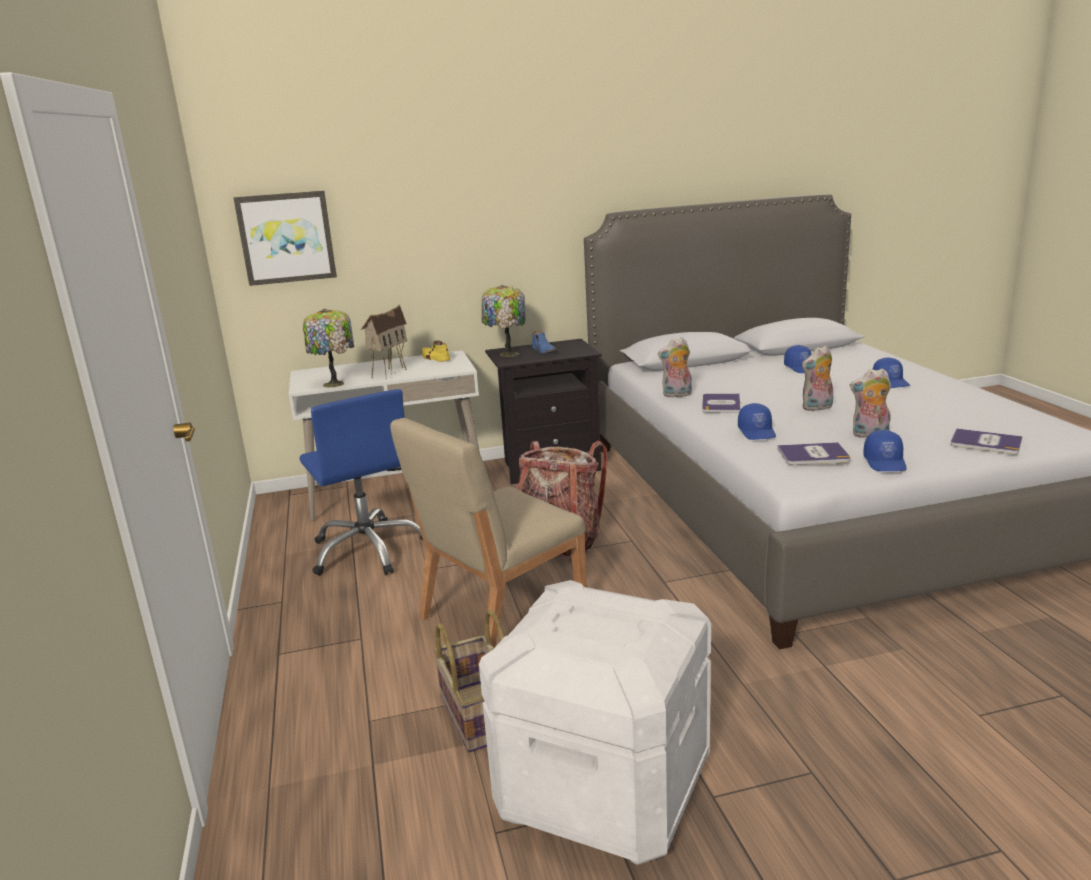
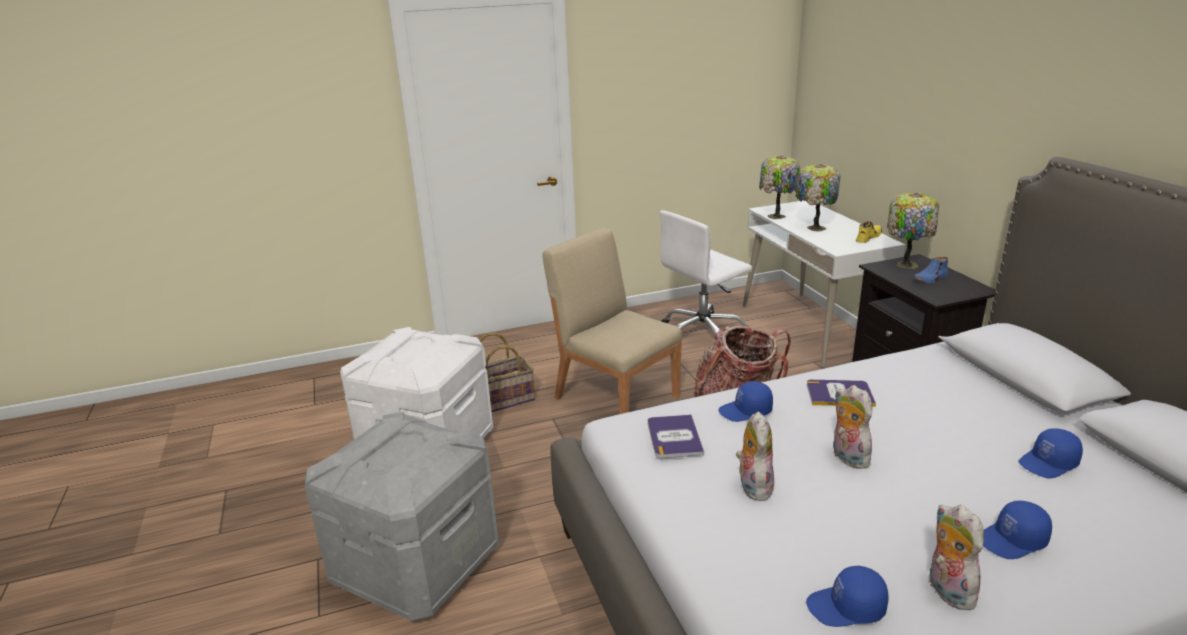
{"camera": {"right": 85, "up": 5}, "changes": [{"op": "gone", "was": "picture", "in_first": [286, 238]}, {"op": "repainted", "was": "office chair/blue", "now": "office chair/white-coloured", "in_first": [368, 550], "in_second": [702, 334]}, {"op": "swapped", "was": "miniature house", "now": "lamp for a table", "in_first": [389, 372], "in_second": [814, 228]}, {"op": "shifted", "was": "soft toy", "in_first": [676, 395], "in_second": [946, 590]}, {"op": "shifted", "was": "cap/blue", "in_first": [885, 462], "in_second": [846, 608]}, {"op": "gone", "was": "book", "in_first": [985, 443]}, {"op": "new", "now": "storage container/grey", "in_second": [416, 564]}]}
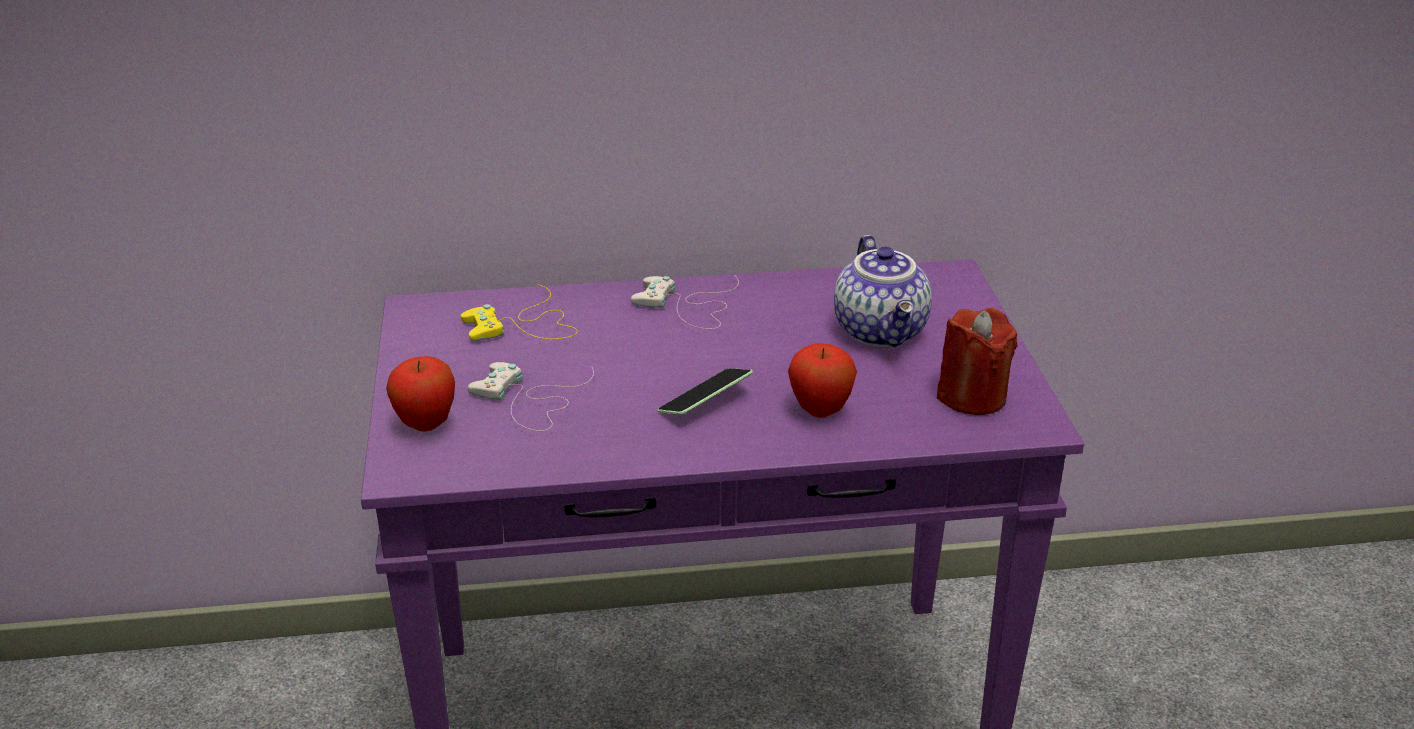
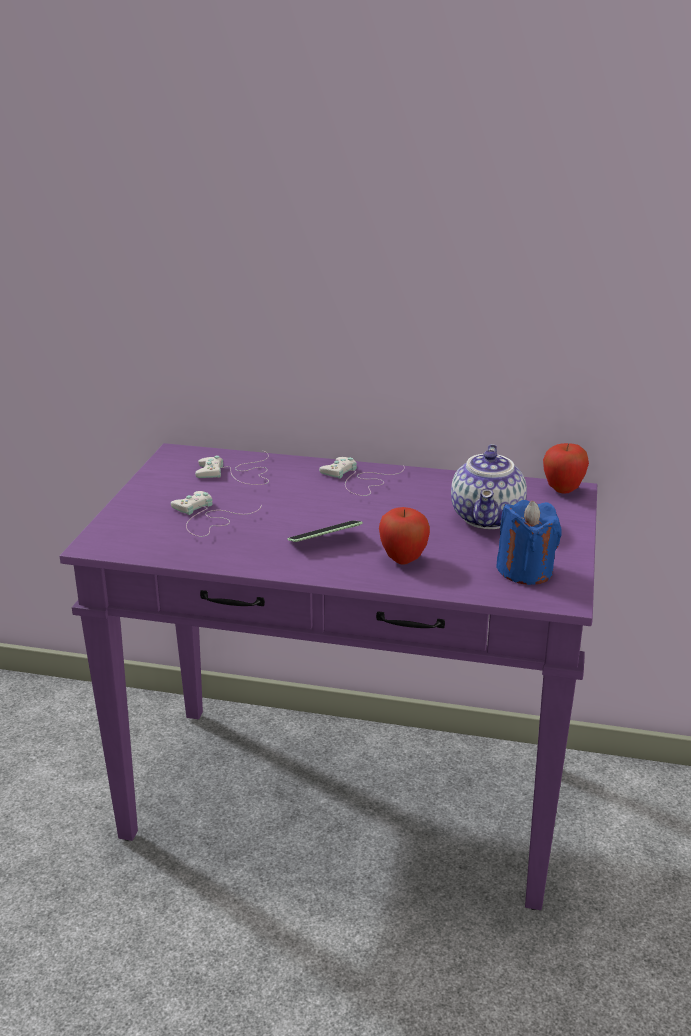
{"camera": {"right": 20, "up": -5}, "changes": [{"op": "shifted", "was": "whole apple", "in_first": [426, 424], "in_second": [563, 490]}, {"op": "repainted", "was": "joypad/yellow", "now": "joypad/white-coloured", "in_first": [524, 325], "in_second": [238, 474]}, {"op": "repainted", "was": "wax candle/red", "now": "wax candle/blue", "in_first": [971, 396], "in_second": [525, 571]}]}
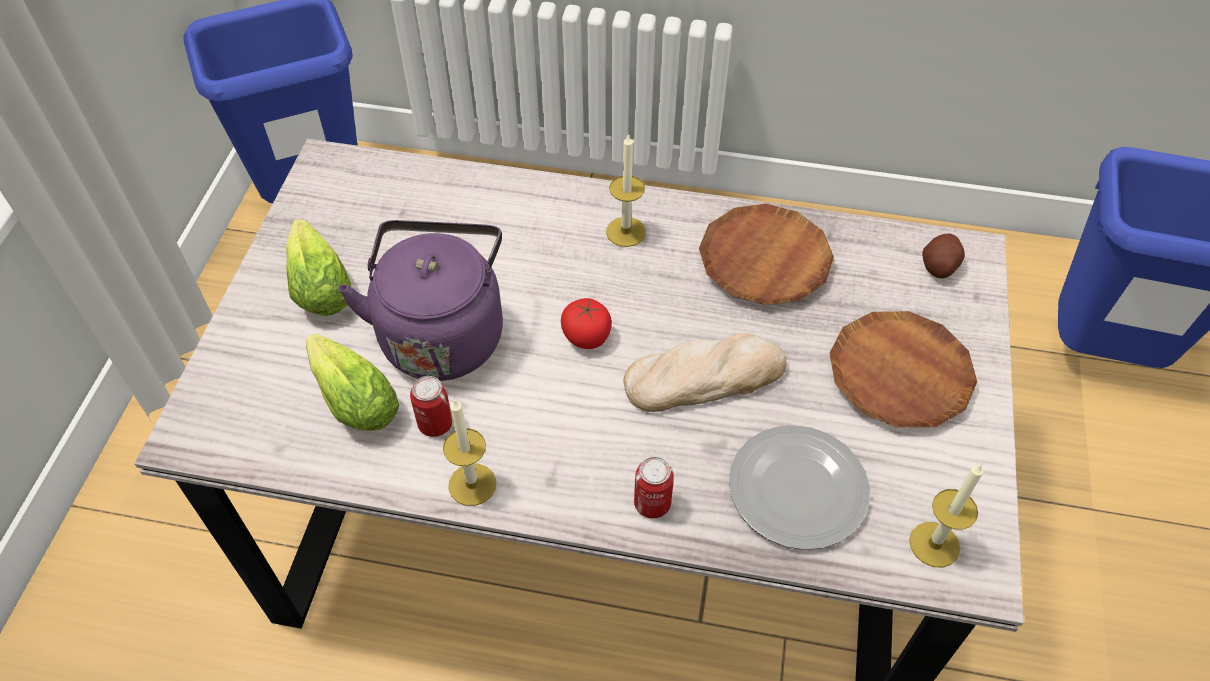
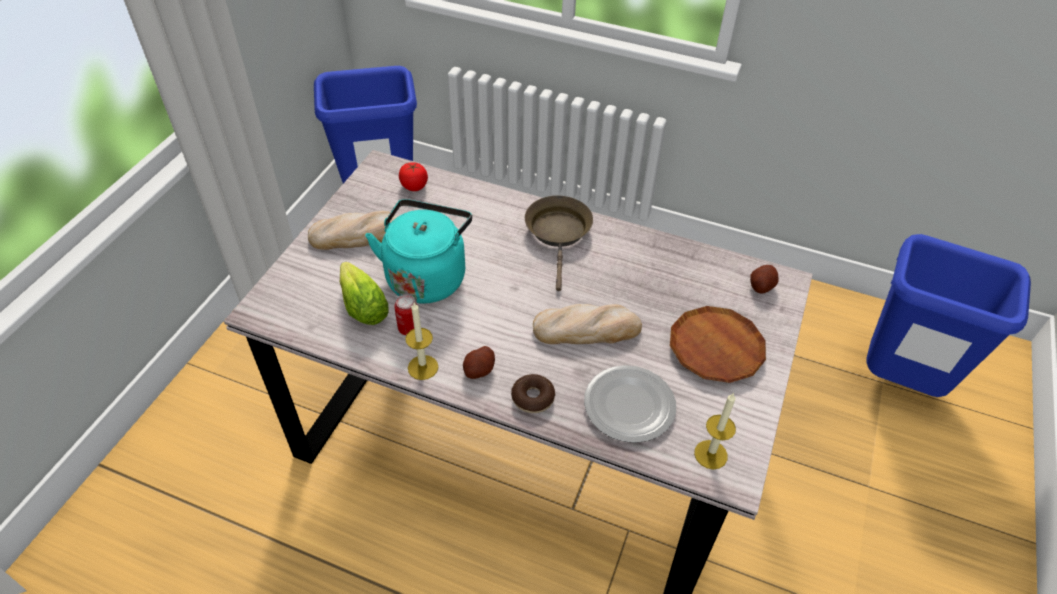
{"camera": {"right": 10, "up": -5}, "changes": [{"op": "swapped", "was": "lettuce head", "now": "bakery bread", "in_first": [319, 282], "in_second": [359, 235]}, {"op": "repainted", "was": "water kettle/purple-coloured", "now": "water kettle/turquoise-coloured", "in_first": [442, 332], "in_second": [427, 276]}, {"op": "shifted", "was": "tomato", "in_first": [586, 336], "in_second": [414, 186]}, {"op": "swapped", "was": "wax candle", "now": "pan/brown", "in_first": [626, 232], "in_second": [559, 234]}, {"op": "swapped", "was": "sealed can", "now": "donut", "in_first": [652, 503], "in_second": [533, 398]}, {"op": "gone", "was": "dinner plate/brown", "in_first": [764, 261]}, {"op": "new", "now": "spud", "in_second": [479, 370]}]}
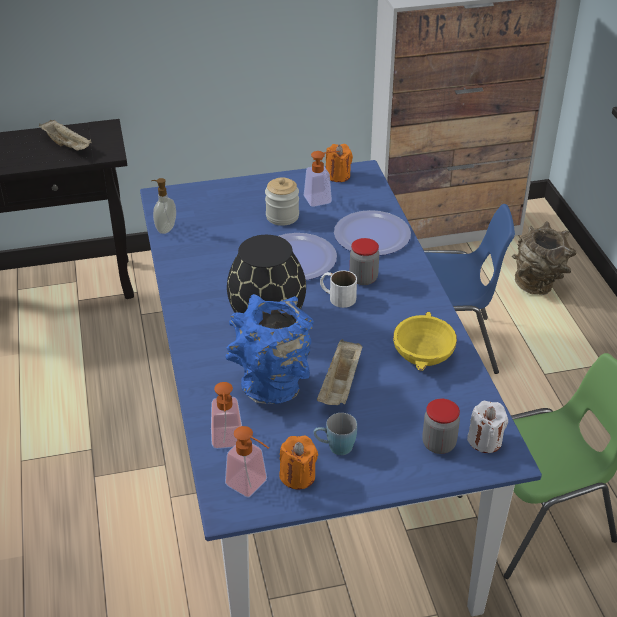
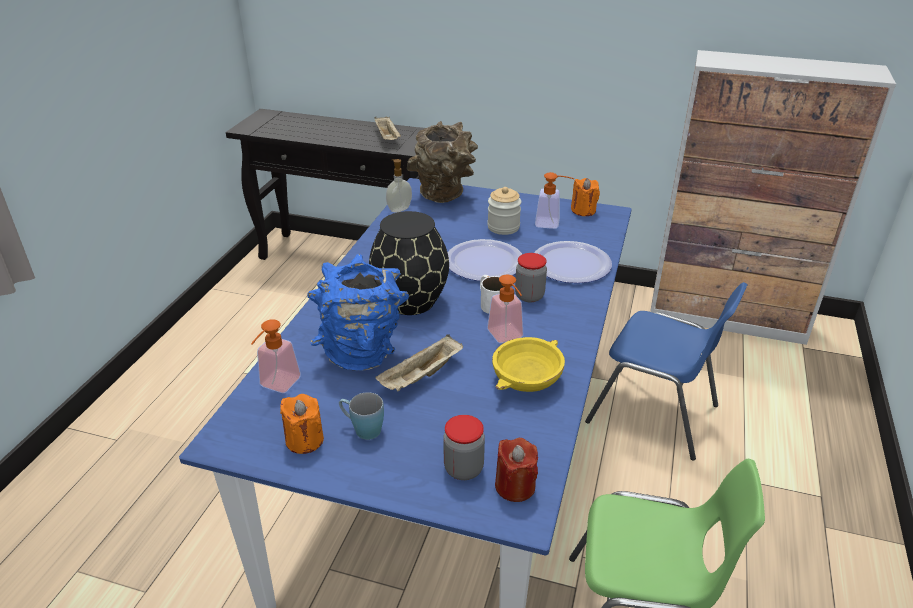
{"camera": {"right": 30, "up": -5}, "changes": [{"op": "shifted", "was": "liquid soap bottle", "in_first": [252, 486], "in_second": [508, 337]}, {"op": "repainted", "was": "wax candle/white-coloured", "now": "wax candle/red", "in_first": [485, 441], "in_second": [515, 486]}, {"op": "shifted", "was": "decorative vase/brown", "in_first": [538, 285], "in_second": [445, 196]}]}
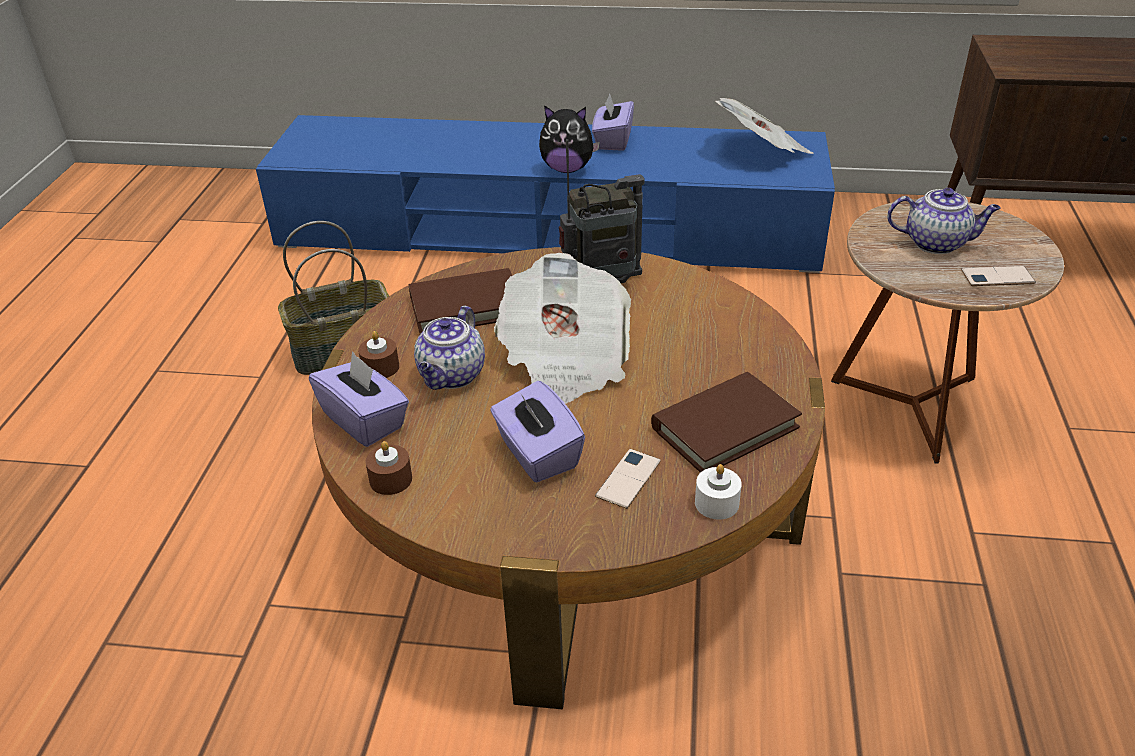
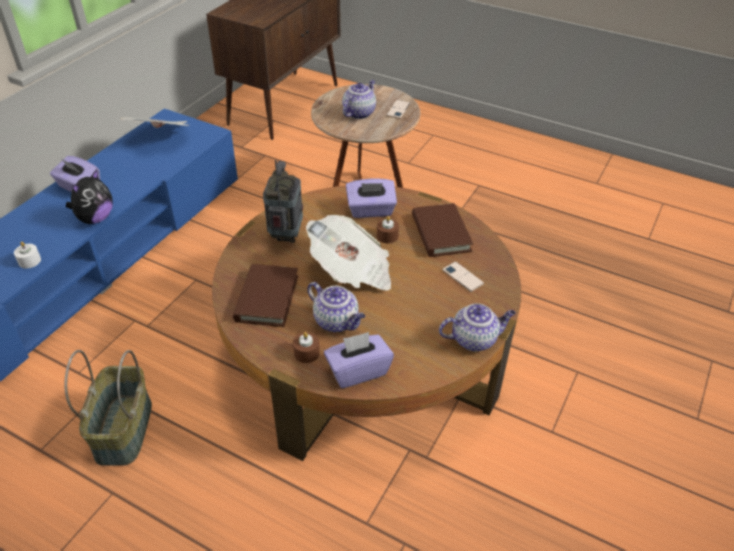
{"camera": {"right": -70, "up": 5}, "changes": [{"op": "shifted", "was": "wax candle/brown", "in_first": [391, 479], "in_second": [387, 236]}, {"op": "shifted", "was": "tissue box/purple-coloured", "in_first": [537, 454], "in_second": [371, 210]}, {"op": "shifted", "was": "wax candle/white-coloured", "in_first": [716, 503], "in_second": [29, 261]}, {"op": "new", "now": "pot for tea", "in_second": [474, 339]}]}
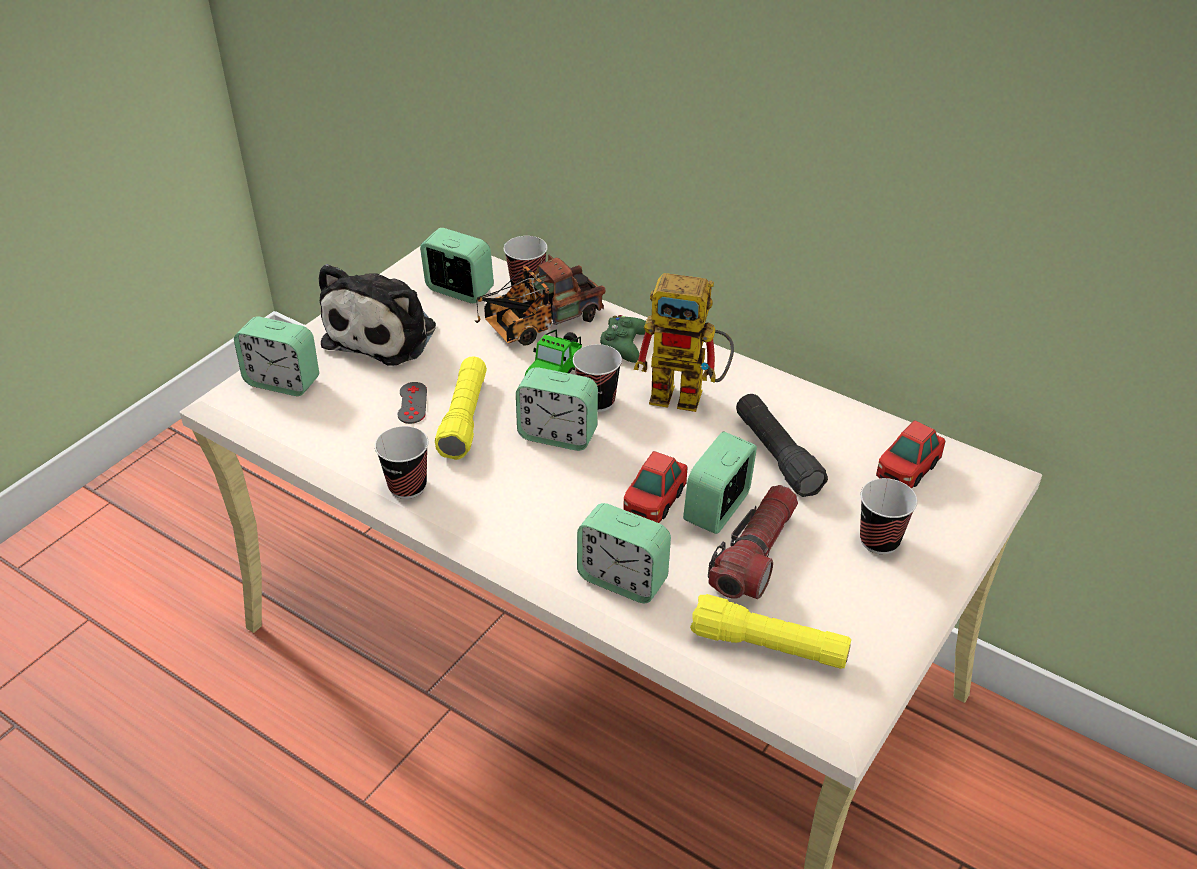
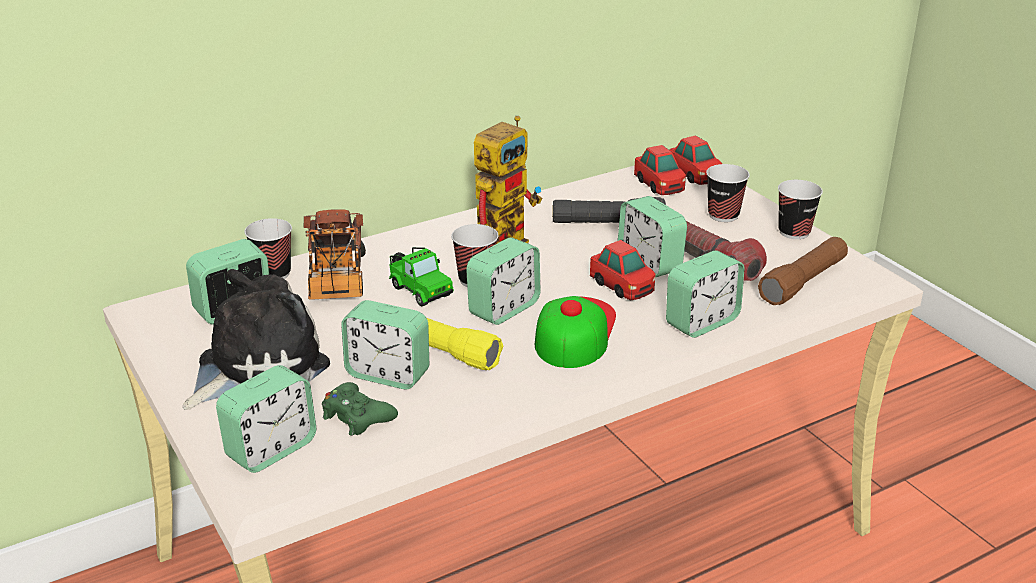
{"camera": {"right": -65, "up": -10}, "changes": [{"op": "rotated", "was": "soft toy", "in_first": [384, 333], "in_second": [255, 367], "clockwise": -90}, {"op": "shifted", "was": "drinking cup", "in_first": [407, 486], "in_second": [794, 232]}, {"op": "swapped", "was": "joypad/grey", "now": "bedside clock", "in_first": [412, 403], "in_second": [388, 374]}, {"op": "shifted", "was": "joypad/green", "in_first": [624, 345], "in_second": [357, 417]}, {"op": "repainted", "was": "flashlight/yellow", "now": "flashlight/brown", "in_first": [768, 646], "in_second": [803, 282]}, {"op": "new", "now": "cap", "in_second": [574, 331]}, {"op": "new", "now": "toy car", "in_second": [694, 175]}]}
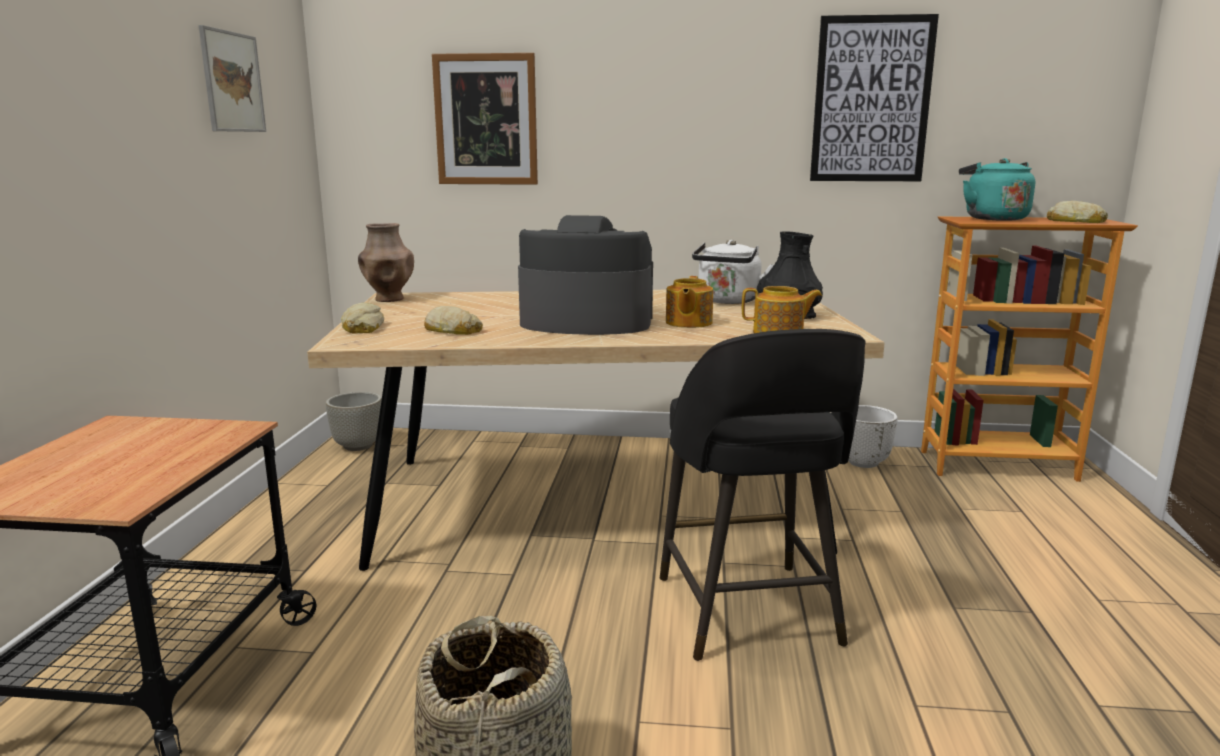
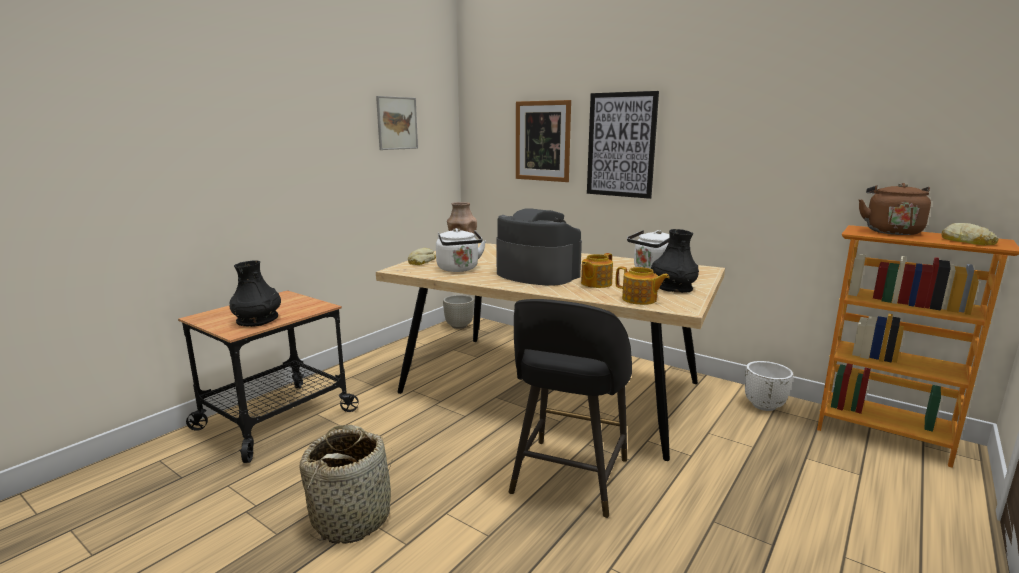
{"camera": {"right": 30, "up": 0}, "changes": [{"op": "swapped", "was": "bakery bread", "now": "water kettle/white-coloured", "in_first": [452, 330], "in_second": [459, 269]}, {"op": "shifted", "was": "picture", "in_first": [871, 100], "in_second": [621, 145]}, {"op": "repainted", "was": "water kettle/turquoise-coloured", "now": "water kettle/brown", "in_first": [992, 218], "in_second": [891, 231]}, {"op": "new", "now": "decorative vase/blackish", "in_second": [257, 320]}]}
